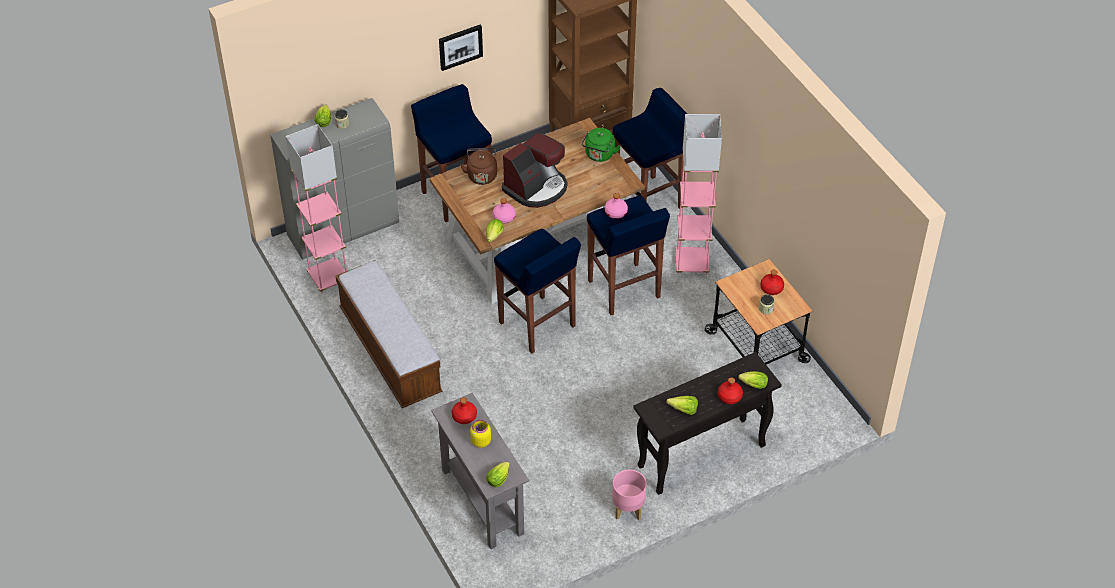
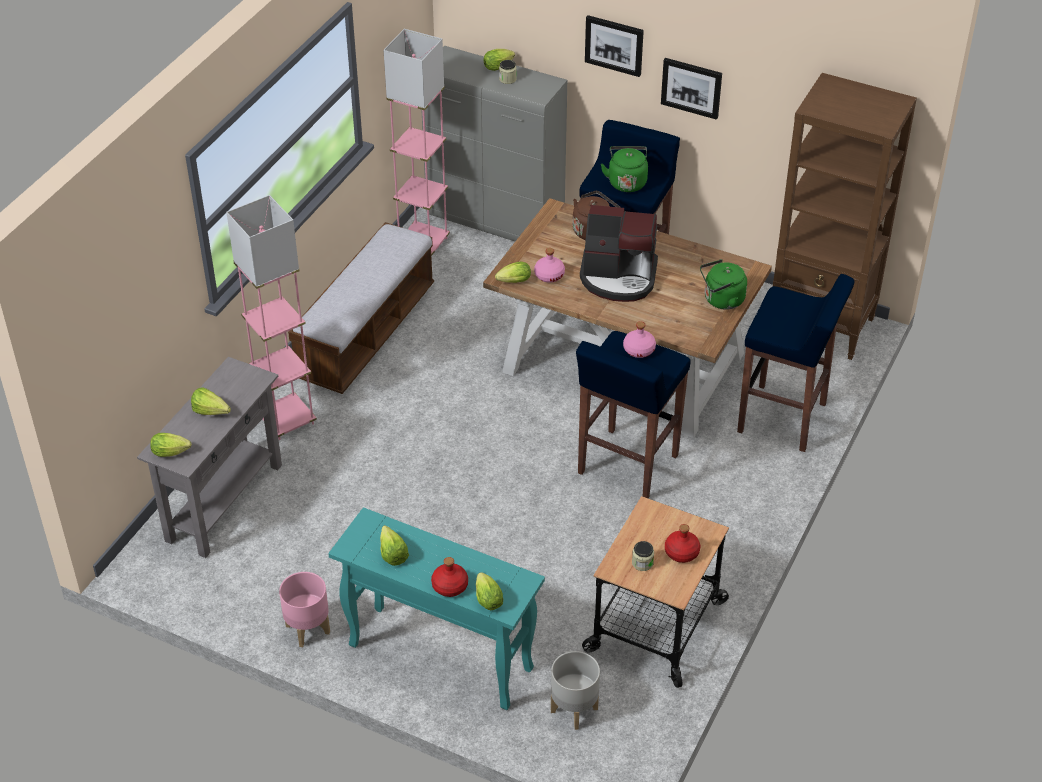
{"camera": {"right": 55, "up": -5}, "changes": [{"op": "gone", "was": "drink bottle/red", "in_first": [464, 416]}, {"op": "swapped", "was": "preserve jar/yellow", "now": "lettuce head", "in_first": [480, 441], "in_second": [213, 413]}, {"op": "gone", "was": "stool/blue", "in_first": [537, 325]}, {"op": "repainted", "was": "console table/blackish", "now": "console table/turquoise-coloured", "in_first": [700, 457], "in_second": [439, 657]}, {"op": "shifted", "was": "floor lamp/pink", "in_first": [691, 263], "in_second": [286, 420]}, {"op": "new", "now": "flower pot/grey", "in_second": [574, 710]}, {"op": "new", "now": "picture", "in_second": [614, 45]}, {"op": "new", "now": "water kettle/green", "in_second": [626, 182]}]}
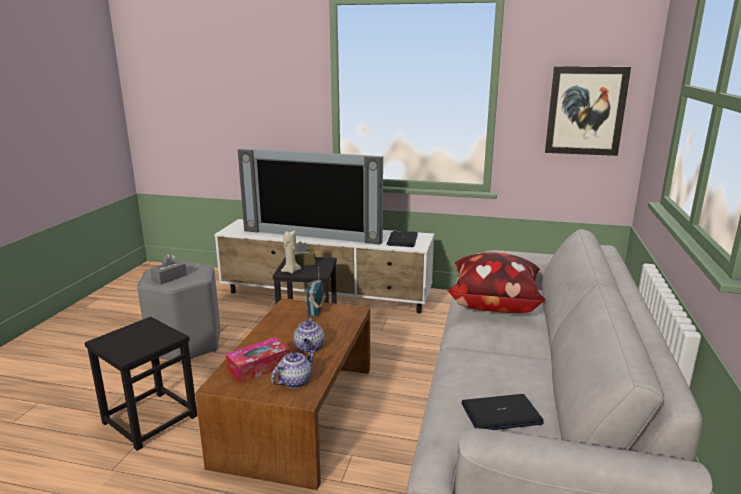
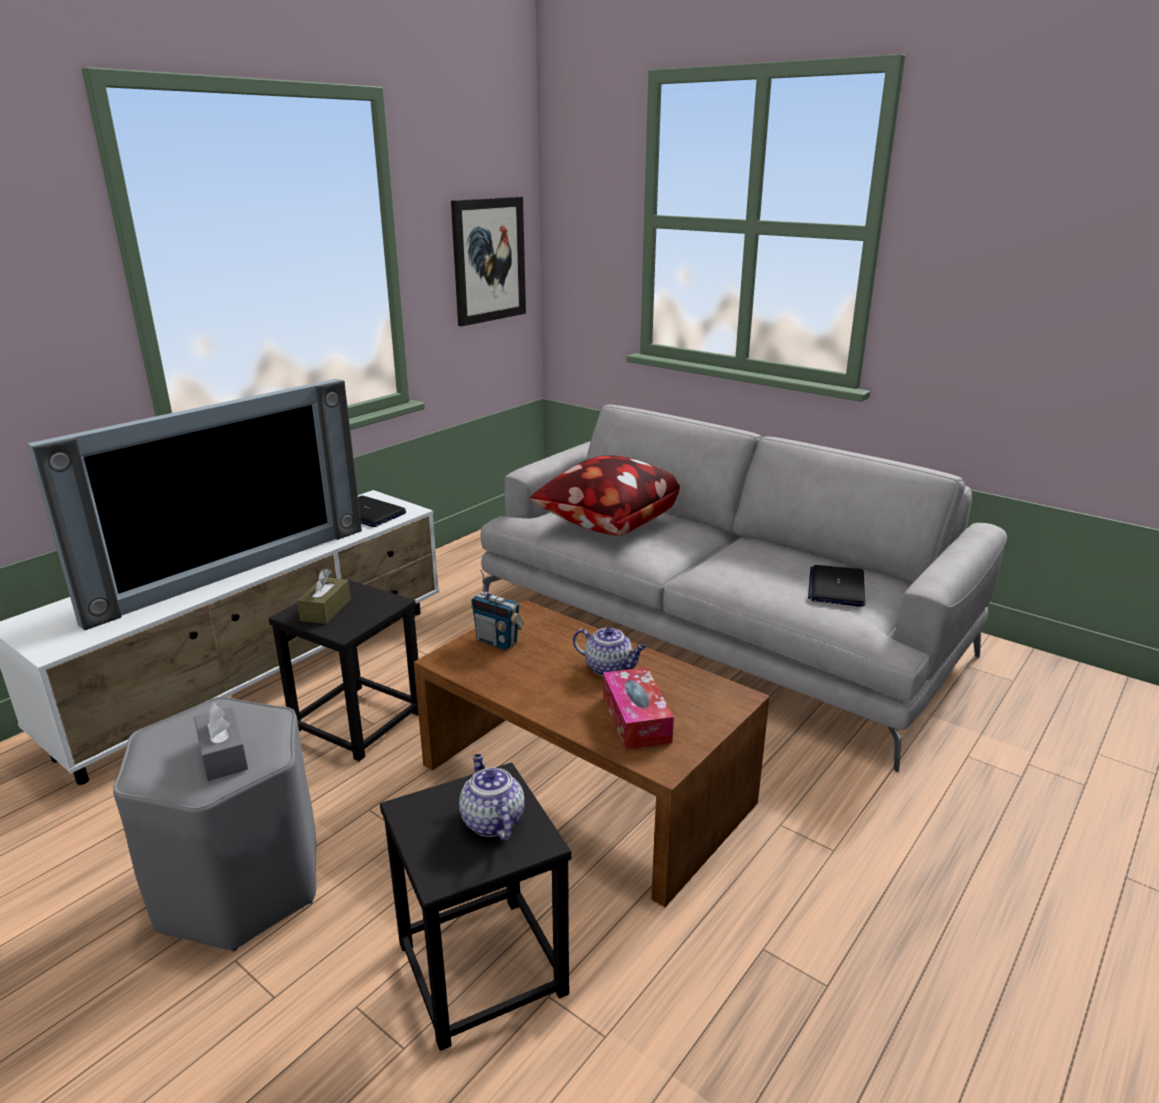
{"camera": {"right": -65, "up": 5}, "changes": [{"op": "shifted", "was": "pot for tea", "in_first": [295, 381], "in_second": [491, 821]}, {"op": "gone", "was": "wax candle/sand-coloured", "in_first": [290, 271]}]}
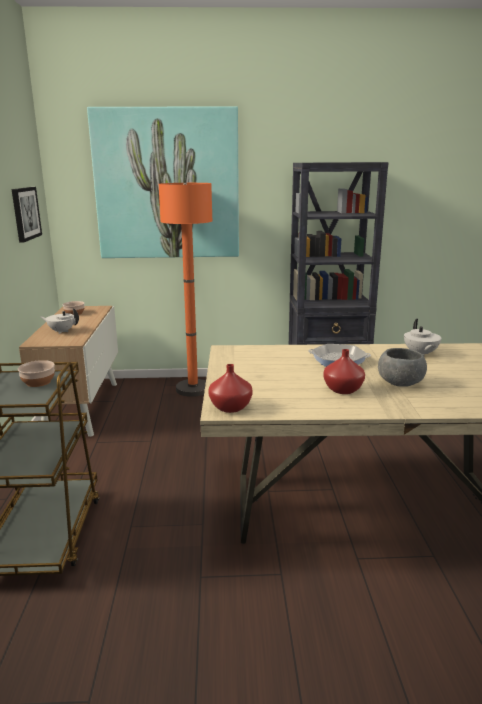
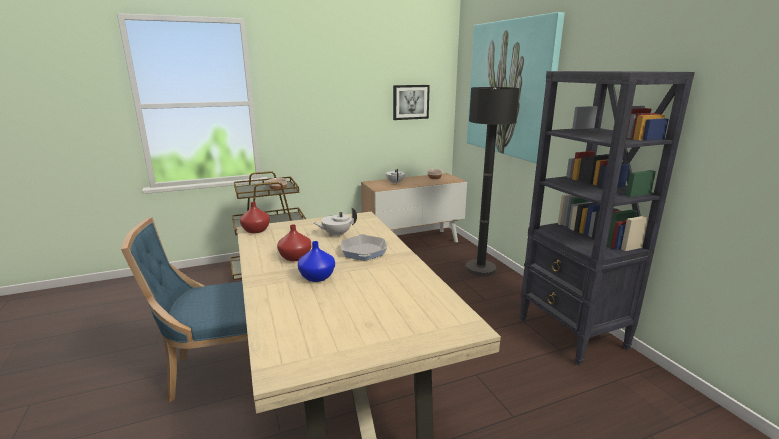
{"camera": {"right": 70, "up": 0}, "changes": [{"op": "repainted", "was": "floor lamp/orangey", "now": "floor lamp/blackish", "in_first": [193, 389], "in_second": [480, 269]}, {"op": "swapped", "was": "deep dish/grey", "now": "decorative vase/blue", "in_first": [400, 383], "in_second": [317, 277]}, {"op": "shifted", "was": "pot for tea/white-coloured", "in_first": [420, 354], "in_second": [336, 234]}, {"op": "new", "now": "plain chair/blue", "in_second": [219, 371]}]}
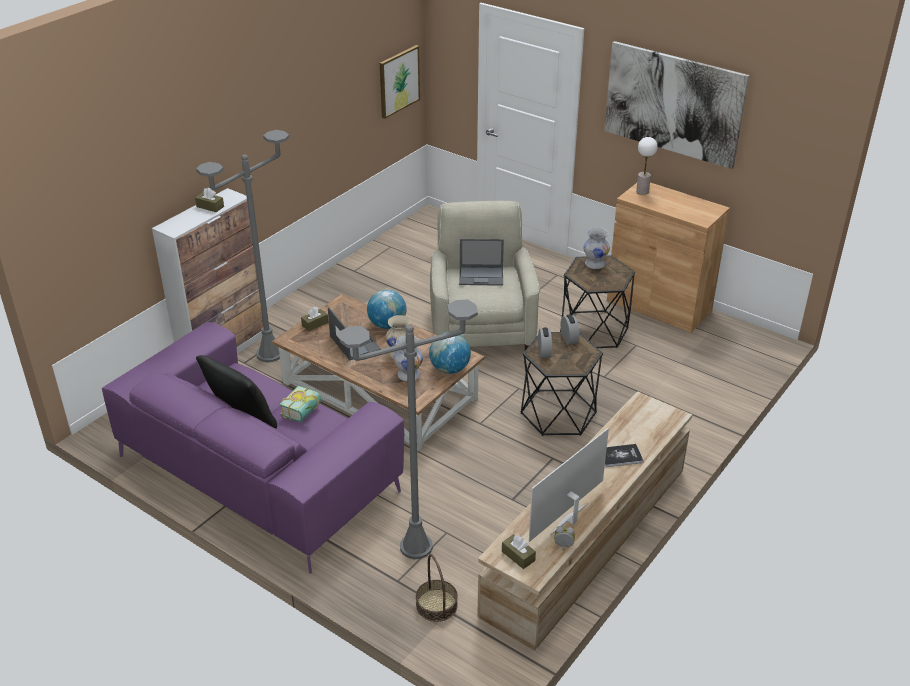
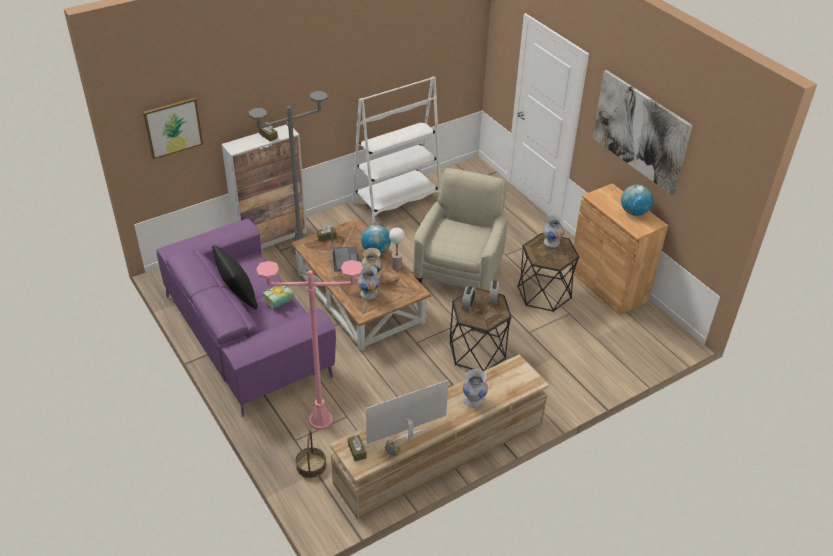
{"camera": {"right": 20, "up": 5}, "changes": [{"op": "repainted", "was": "floor lamp/grey", "now": "floor lamp/pink", "in_first": [416, 546], "in_second": [321, 420]}, {"op": "shifted", "was": "picture", "in_first": [399, 81], "in_second": [173, 127]}, {"op": "shifted", "was": "globe", "in_first": [449, 369], "in_second": [634, 212]}, {"op": "gone", "was": "portable computer", "in_first": [481, 276]}, {"op": "swapped", "was": "book", "now": "decorative vase/white-coloured", "in_first": [620, 456], "in_second": [474, 400]}, {"op": "shifted", "was": "lamp for a table", "in_first": [642, 191], "in_second": [396, 266]}, {"op": "new", "now": "bookcase/white-coloured", "in_second": [397, 201]}]}
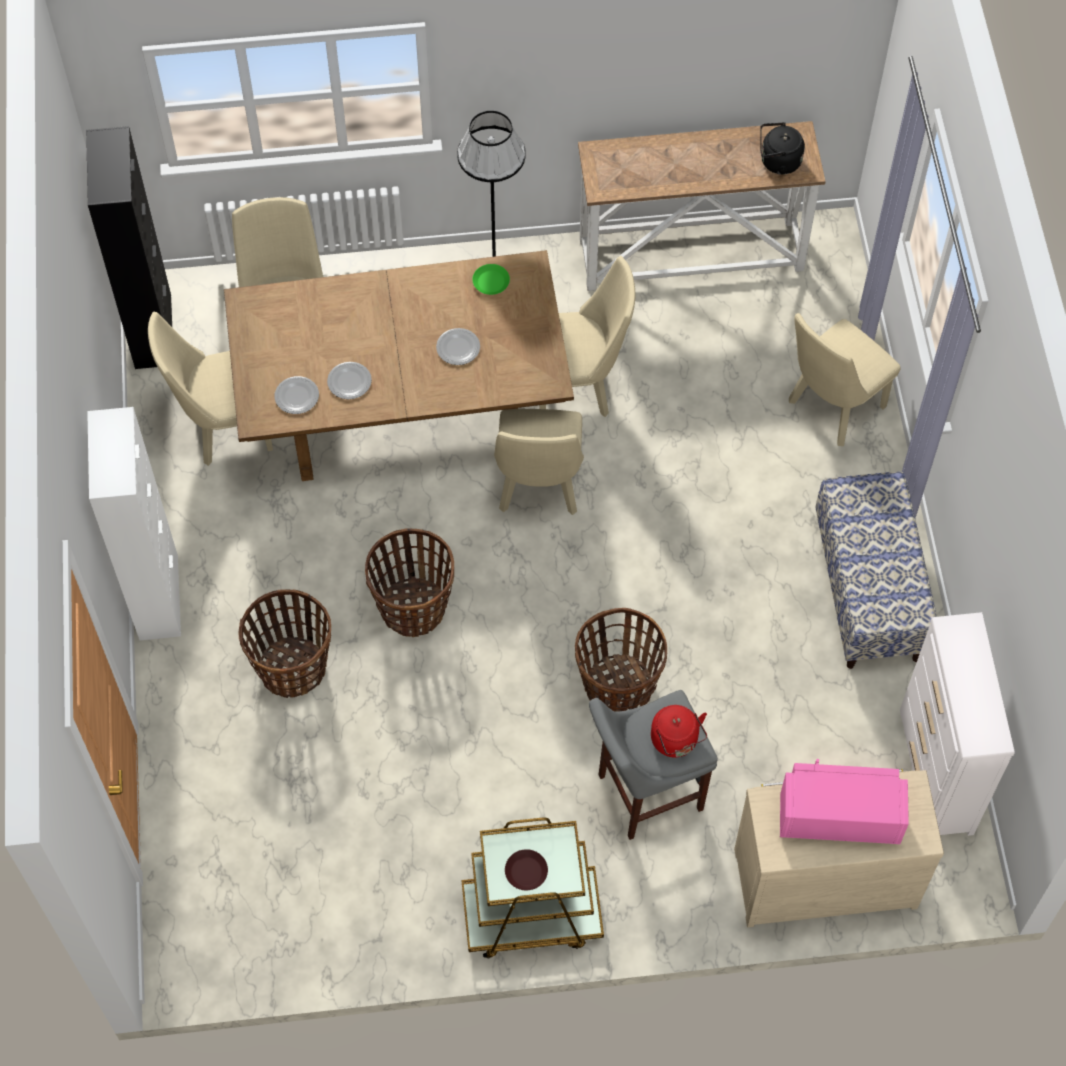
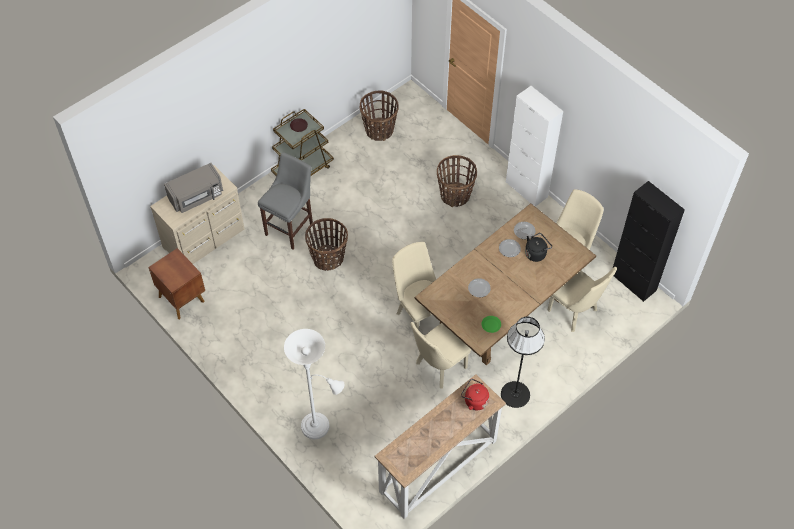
{"camera": {"right": 145, "up": -5}, "changes": [{"op": "shifted", "was": "household basket", "in_first": [413, 607], "in_second": [379, 130]}, {"op": "shifted", "was": "water kettle/red", "in_first": [676, 741], "in_second": [474, 401]}, {"op": "shifted", "was": "water kettle/blackish", "in_first": [777, 162], "in_second": [536, 253]}, {"op": "repainted", "was": "microwave/pink", "now": "microwave/grey", "in_first": [839, 815], "in_second": [197, 197]}, {"op": "swapped", "was": "plain chair/sand-coloured", "now": "floor lamp/white-coloured", "in_first": [831, 409], "in_second": [319, 427]}, {"op": "gone", "was": "indoor bench", "in_first": [869, 590]}, {"op": "swapped", "was": "drawer chest/white-coloured", "now": "night table/brown", "in_first": [936, 772], "in_second": [181, 298]}]}
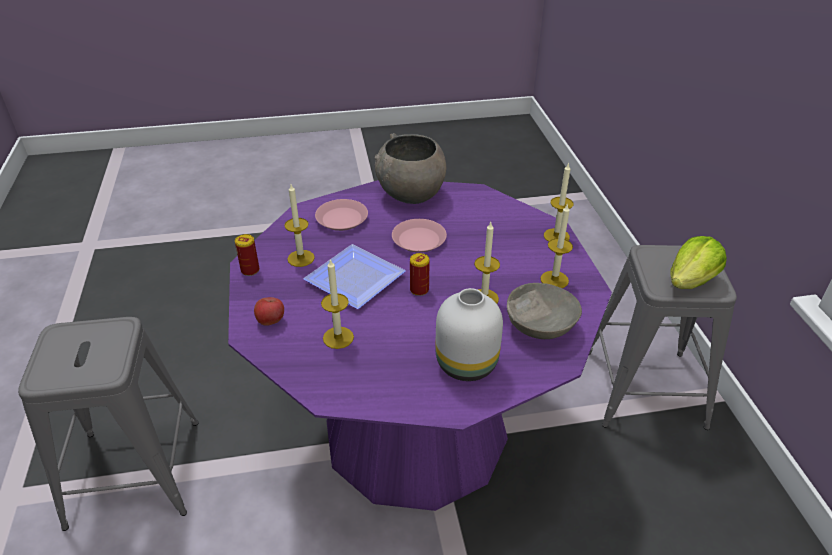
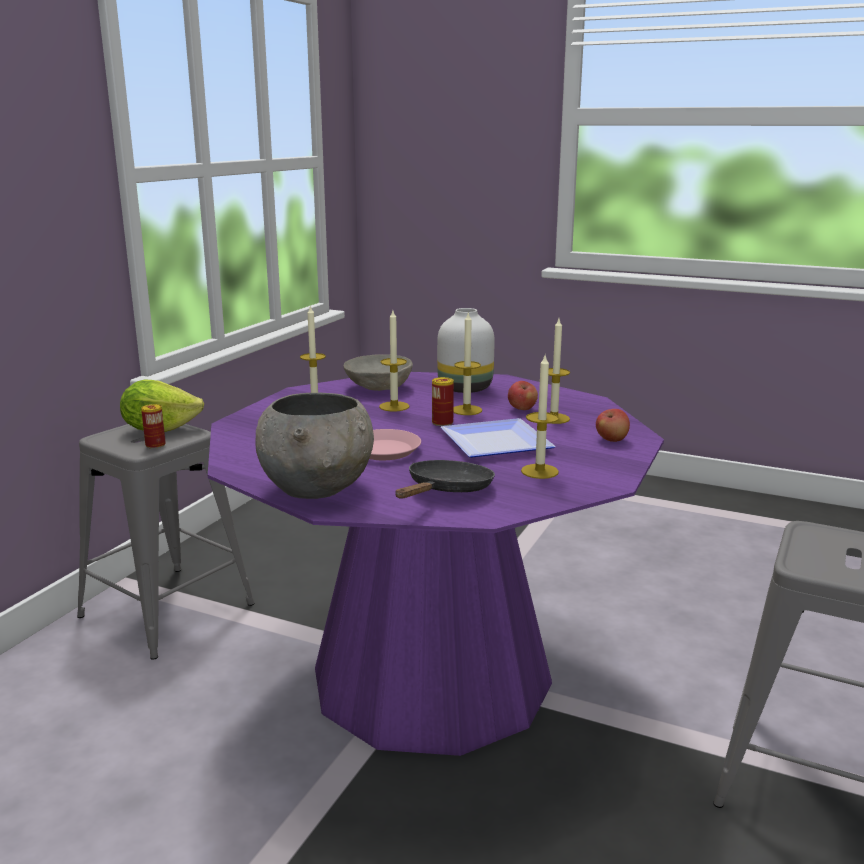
{"camera": {"right": -145, "up": -20}, "changes": [{"op": "shifted", "was": "sealed can", "in_first": [250, 270], "in_second": [155, 445]}, {"op": "swapped", "was": "dinner plate/pink", "now": "pan/blackish", "in_first": [341, 219], "in_second": [446, 491]}, {"op": "shifted", "was": "wax candle", "in_first": [556, 236], "in_second": [466, 410]}, {"op": "new", "now": "whole apple", "in_second": [522, 409]}]}
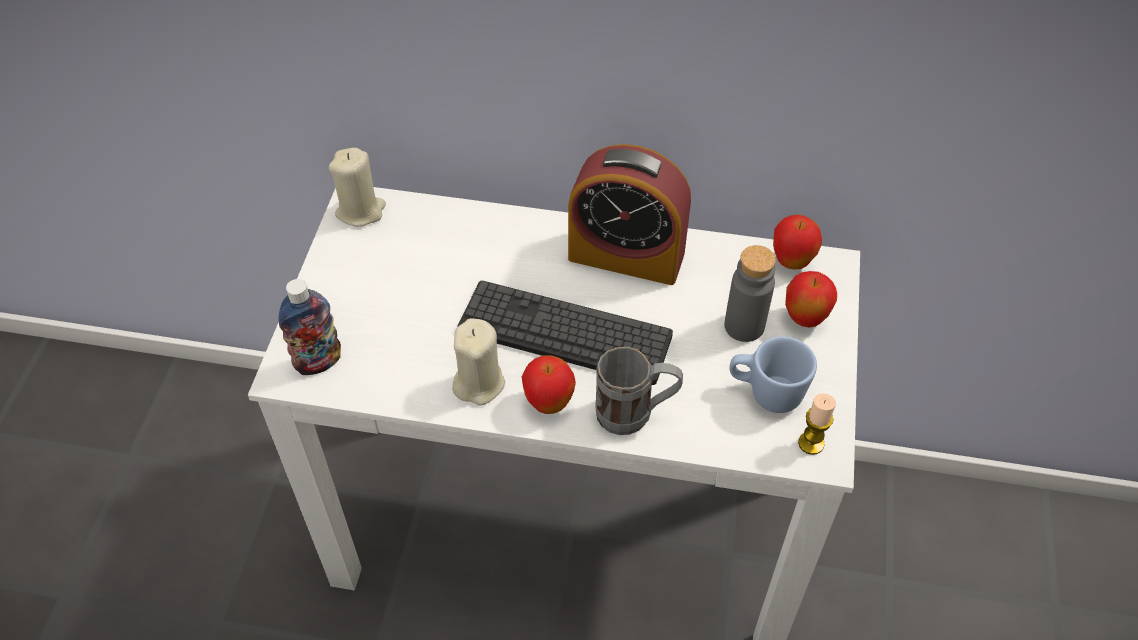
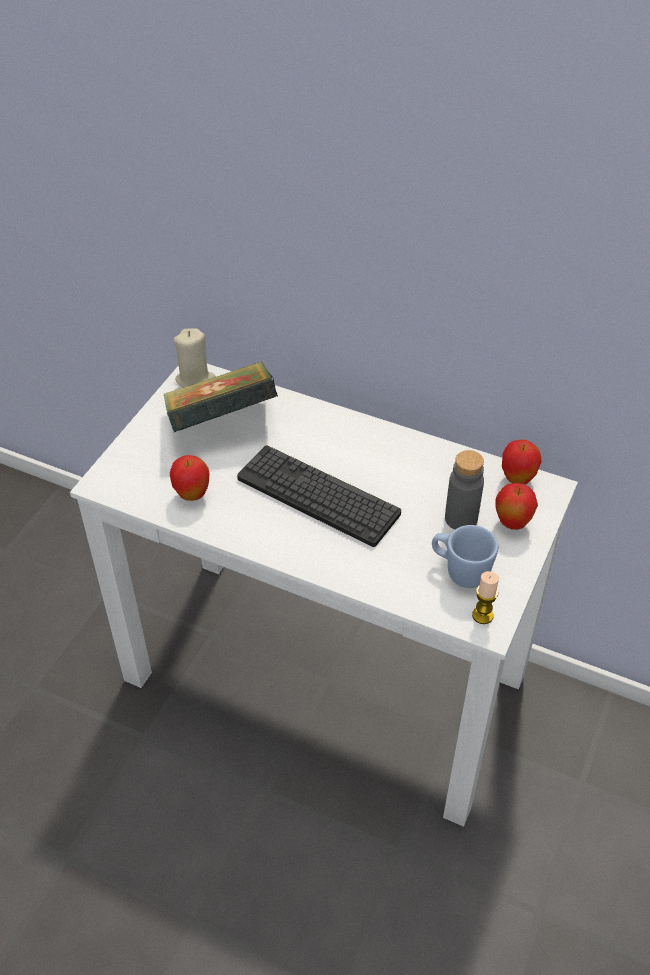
{"camera": {"right": 15, "up": -5}, "changes": [{"op": "gone", "was": "drink bottle", "in_first": [318, 362]}, {"op": "gone", "was": "wax candle/sand-coloured", "in_first": [479, 383]}, {"op": "shifted", "was": "whole apple", "in_first": [549, 403], "in_second": [192, 495]}, {"op": "gone", "was": "bedside clock", "in_first": [626, 255]}, {"op": "gone", "was": "coffee mug/grey", "in_first": [635, 415]}, {"op": "new", "now": "book", "in_second": [221, 422]}]}
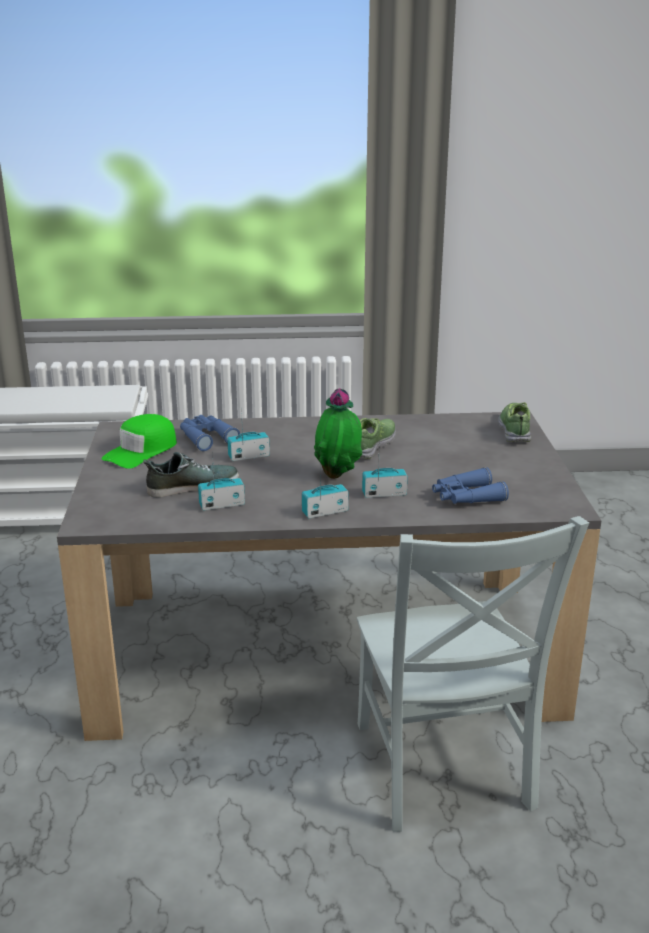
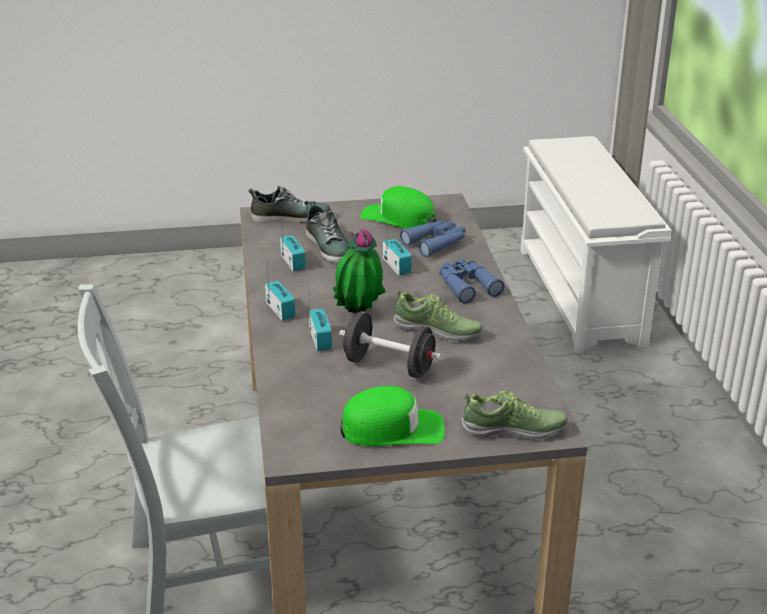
{"camera": {"right": 85, "up": 5}, "changes": [{"op": "shifted", "was": "binoculars/blue", "in_first": [466, 497], "in_second": [466, 286]}, {"op": "new", "now": "item of footwear", "in_second": [291, 217]}, {"op": "new", "now": "dumbbell/blackish", "in_second": [389, 366]}, {"op": "new", "now": "cap/green", "in_second": [392, 429]}]}
